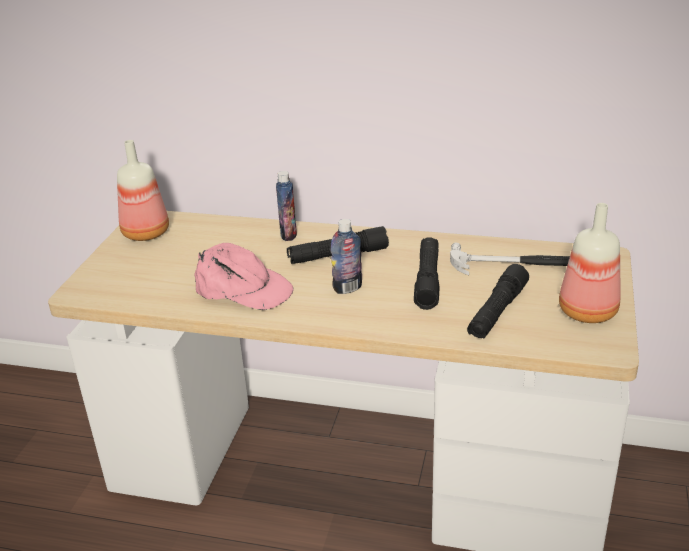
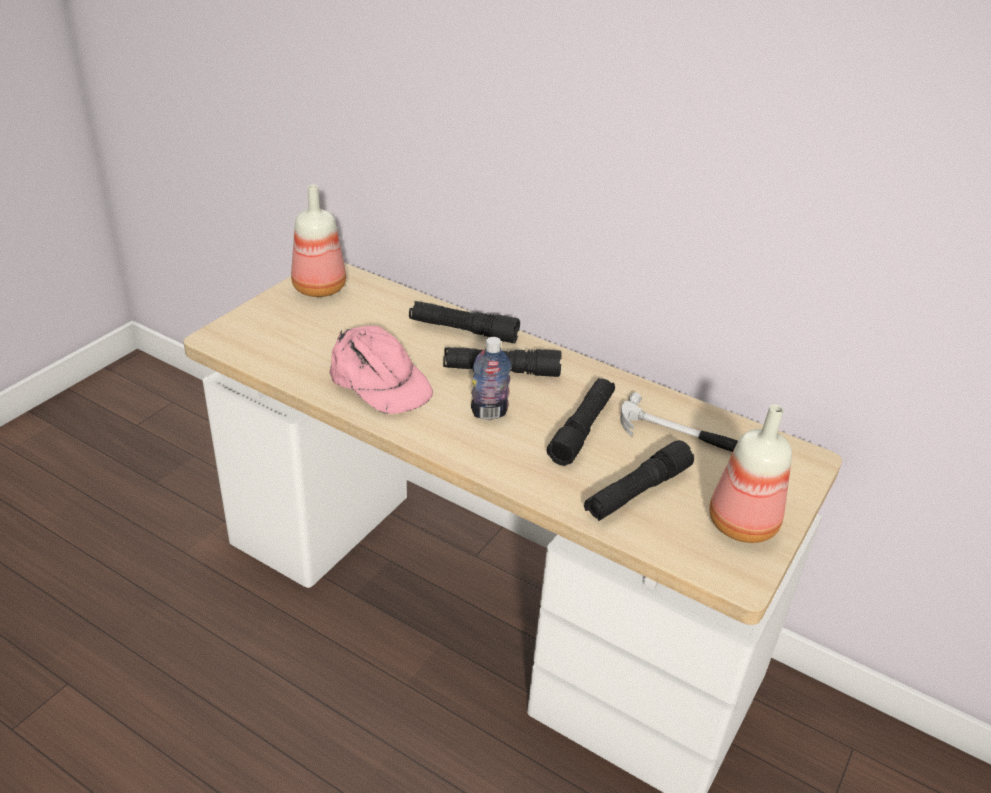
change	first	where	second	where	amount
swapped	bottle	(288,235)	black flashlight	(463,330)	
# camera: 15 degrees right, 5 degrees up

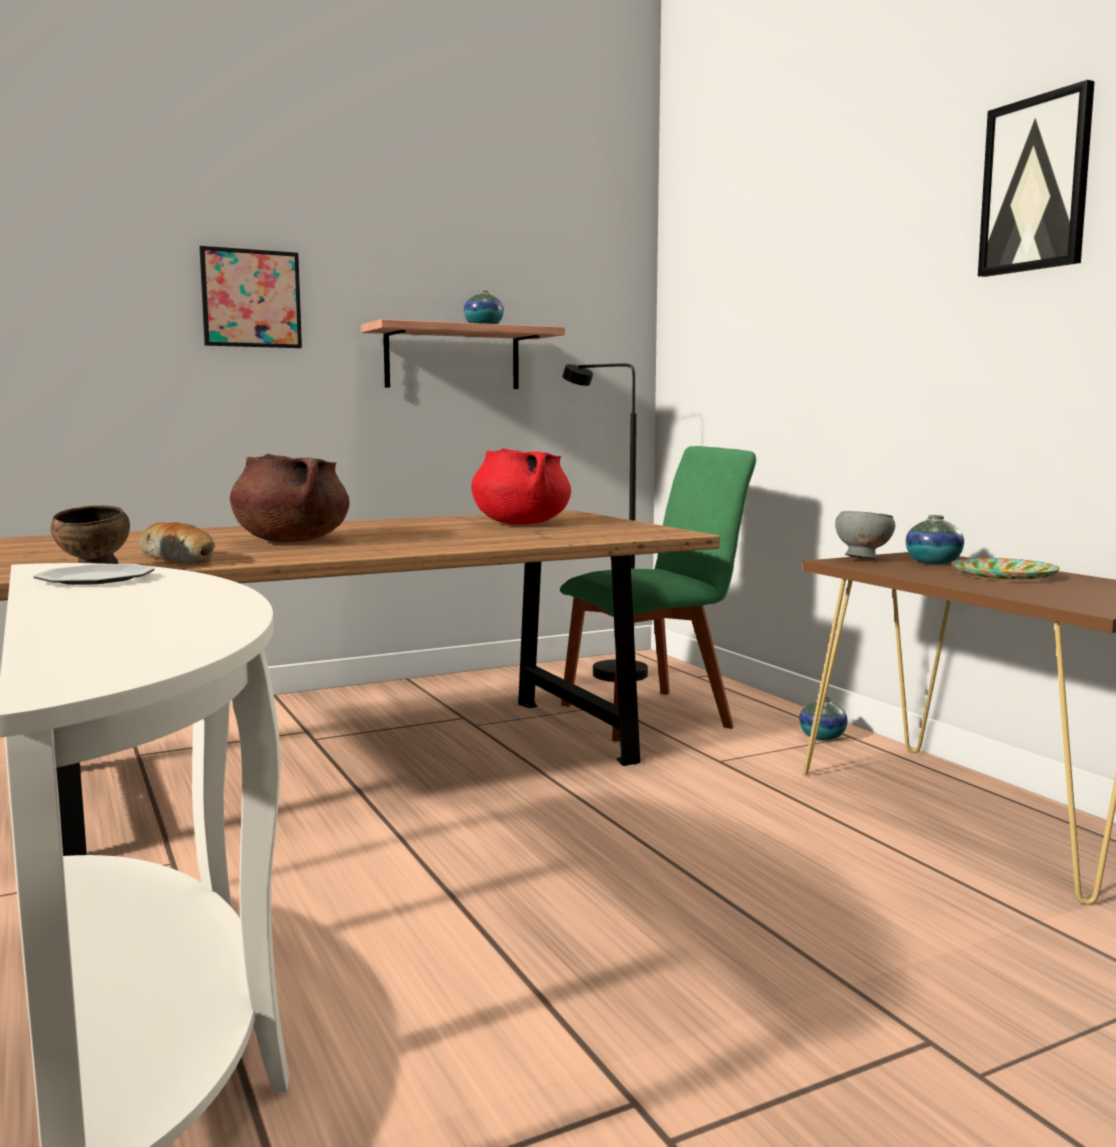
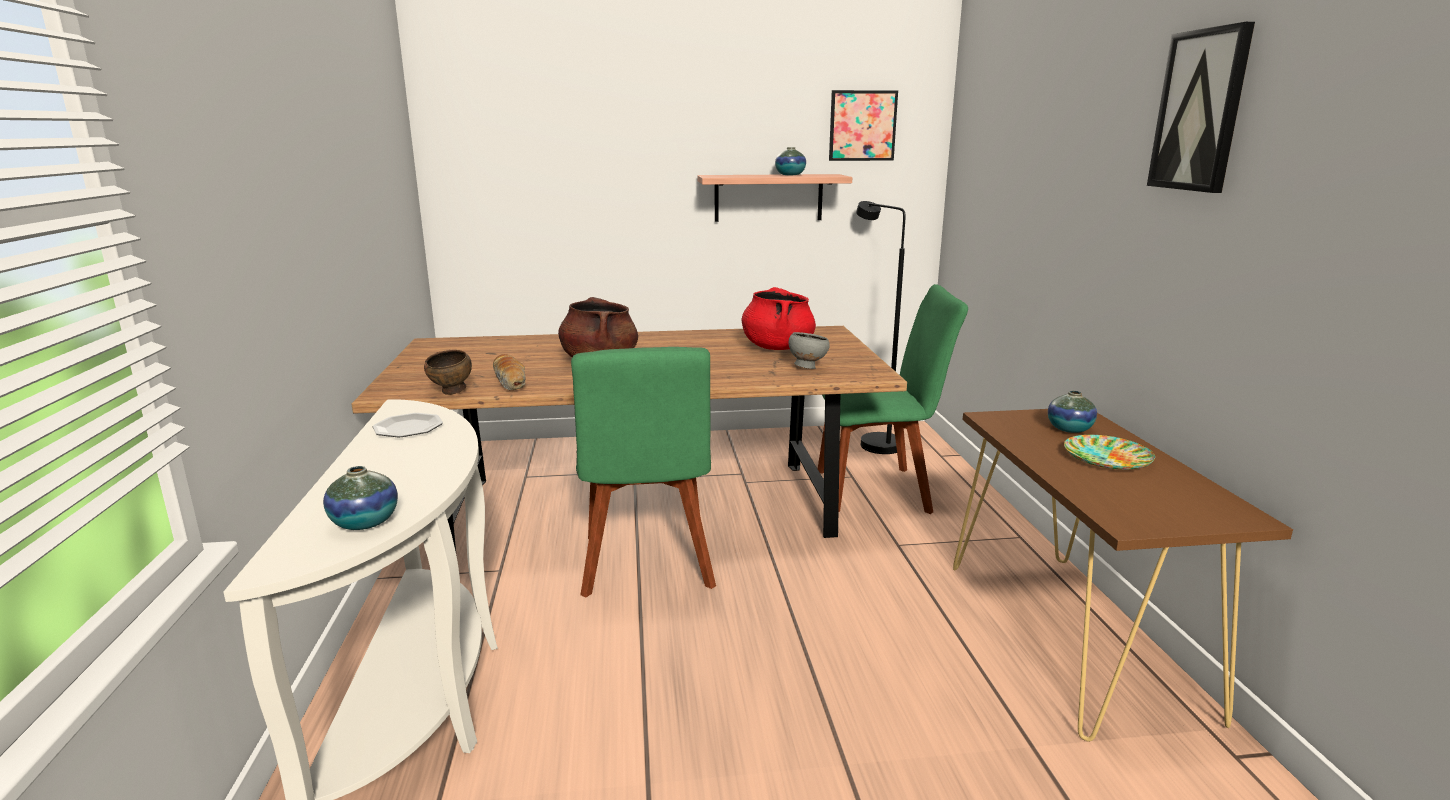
change	first	where	second	where	amount
new			green chair	(647,566)	
shifted	picture	(251,298)		(862,126)	
shifted	vase	(822,737)		(365,522)	
shifted	grey bowl	(862,559)		(807,367)	
# camera: 20 degrees right, 10 degrees up

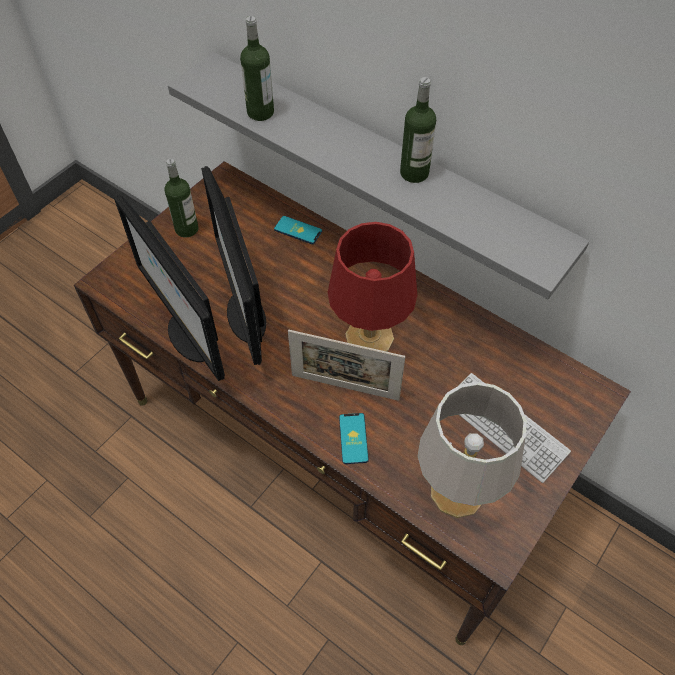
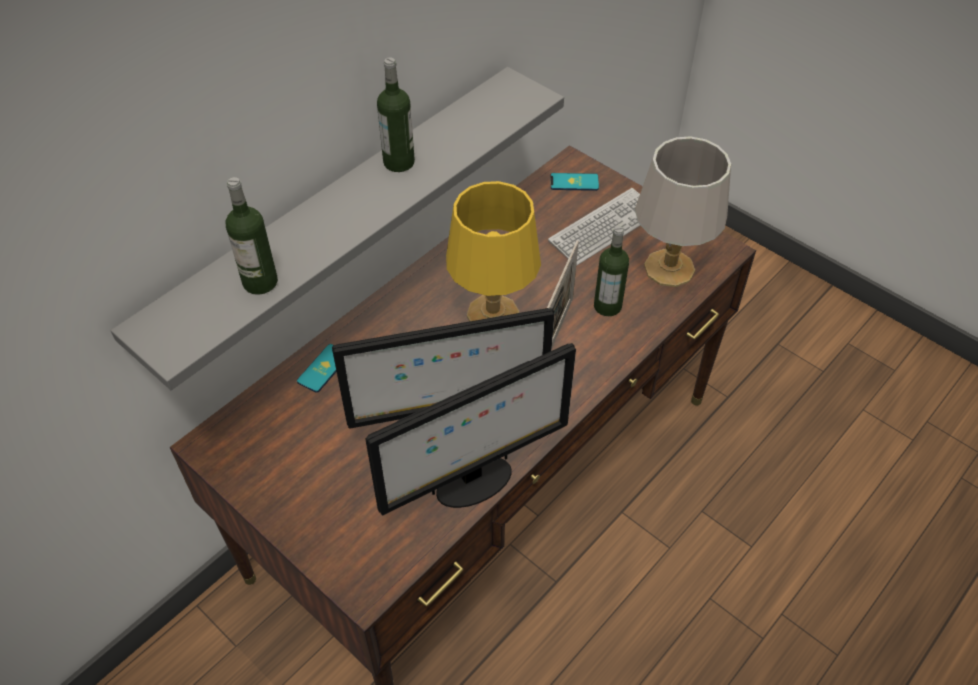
change	first	where	second	where	amount
shifted	bottle	(186,229)		(607,306)	
shifted	phone	(353,438)		(574,182)	
repainted	red table lamp	(368,337)	yellow table lamp	(493,315)	
# camera: 85 degrees left, 5 degrees down

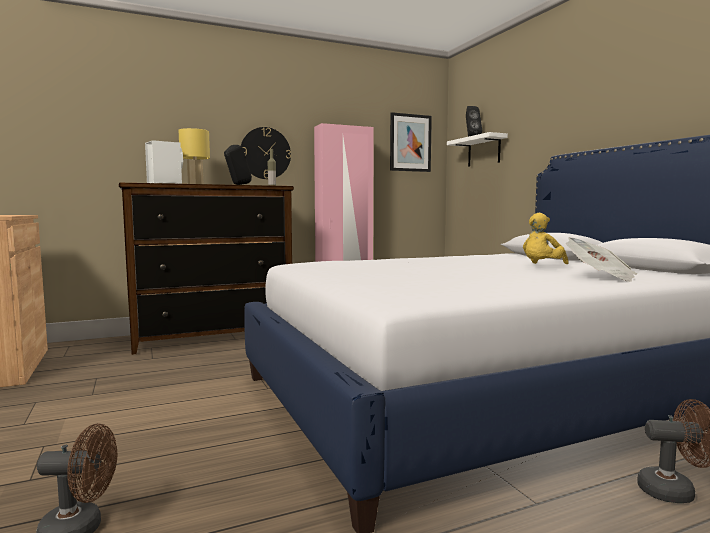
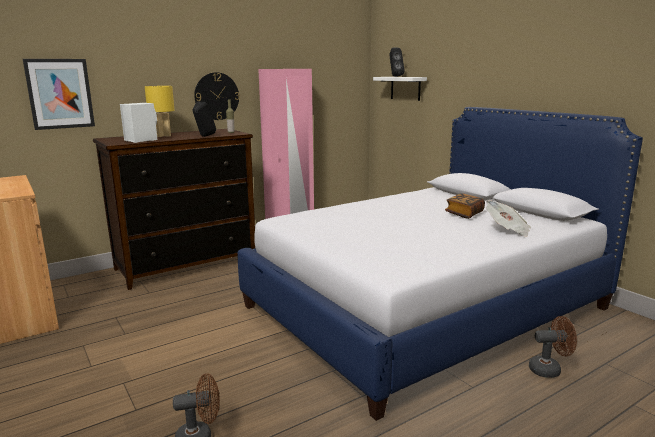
change	first	where	second	where	amount
shifted	picture	(410,143)		(60,94)	
swapped	yellow plush toy	(541,266)	book	(464,214)	
# camera: 10 degrees left, 10 degrees up

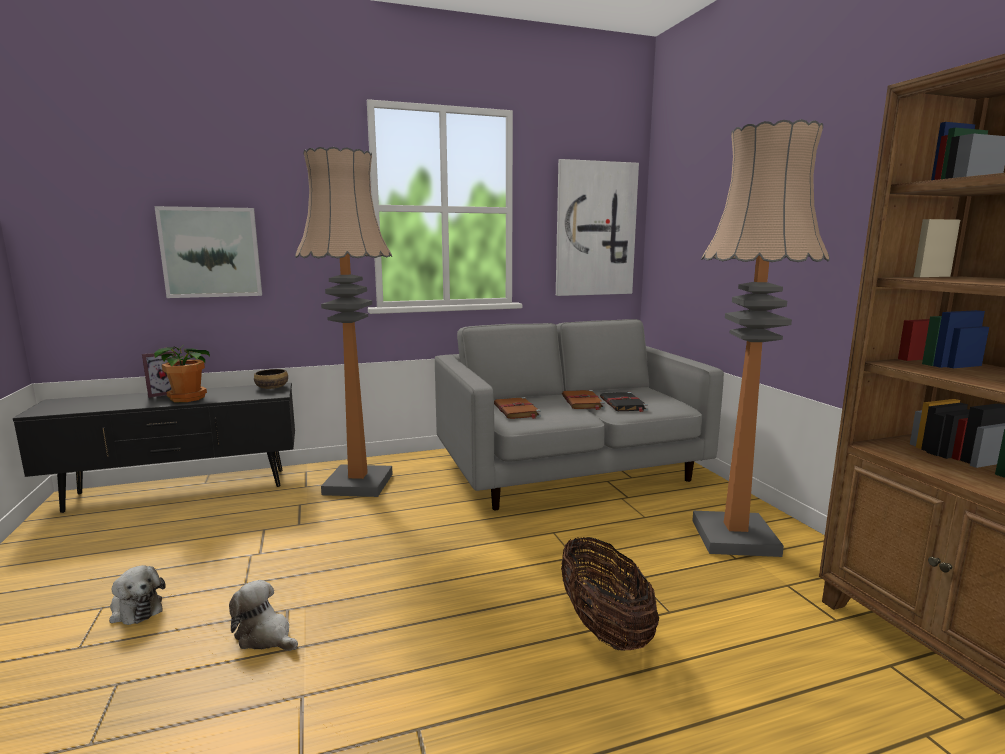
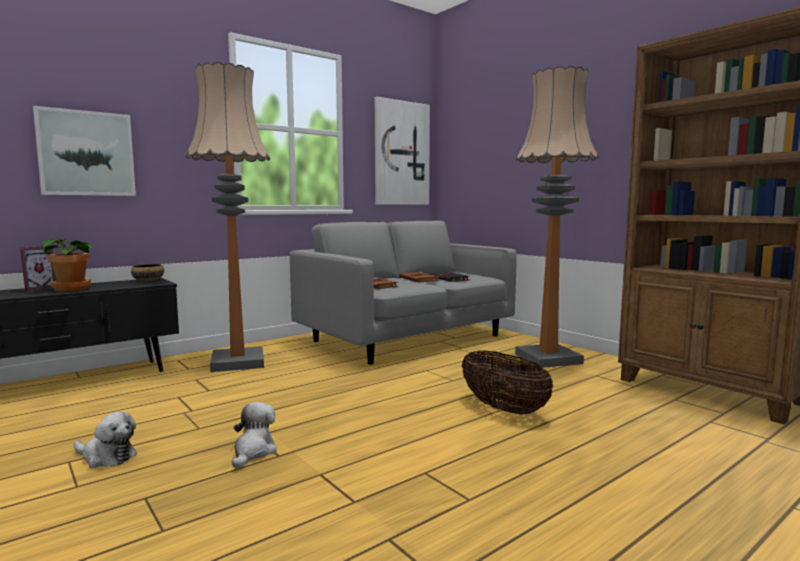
change	first	where	second	where	amount
rotated	plush toy	(265,636)		(253,452)	90 degrees clockwise
# camera: 20 degrees left, 5 degrees down

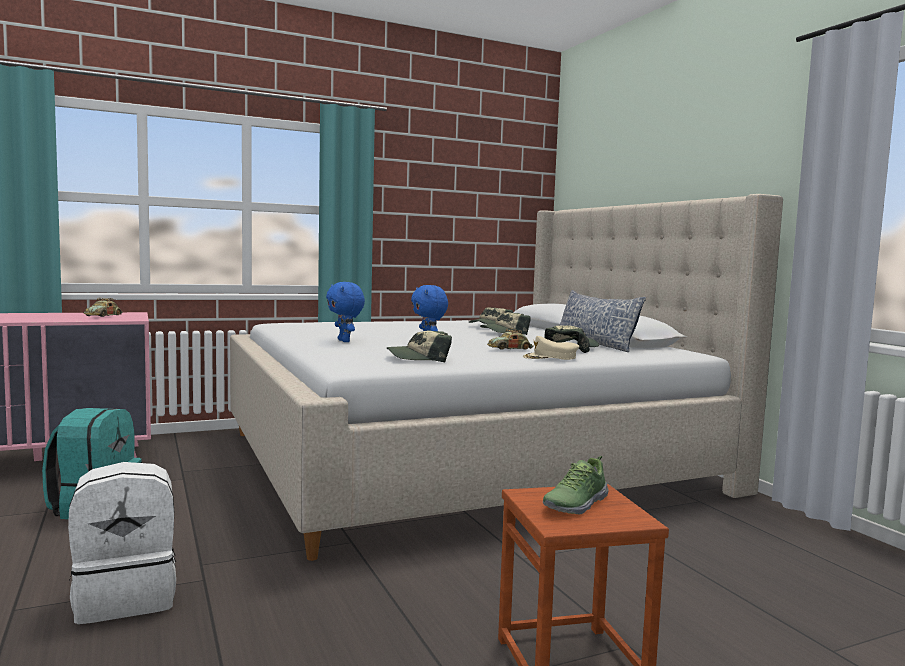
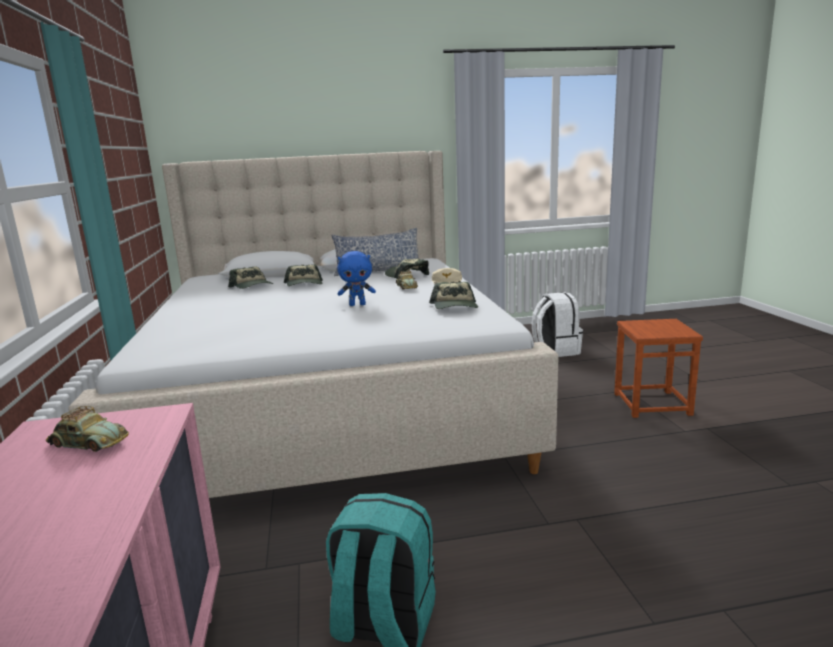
change	first	where	second	where	amount
gone	blue plush toy	(345,341)			
gone	shoe	(575,503)			
shifted	white backpack	(127,597)		(555,350)	
# camera: 75 degrees left, 10 degrees up

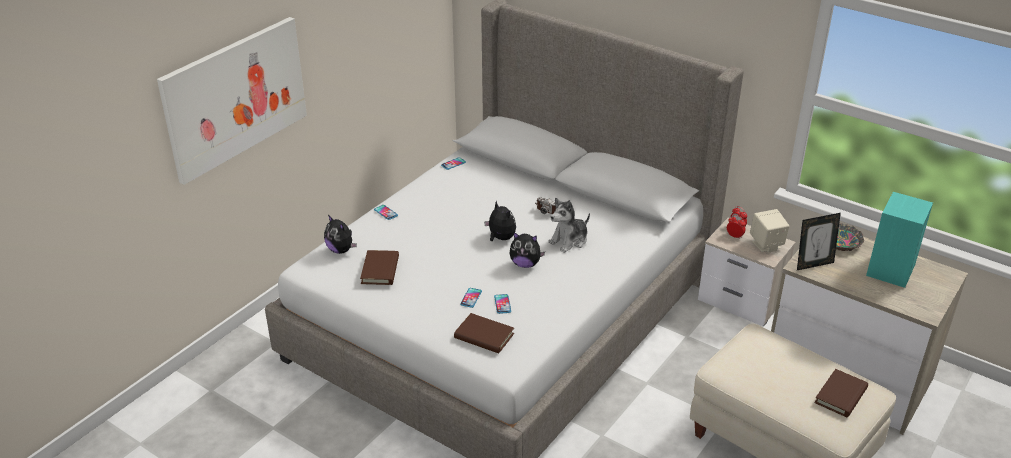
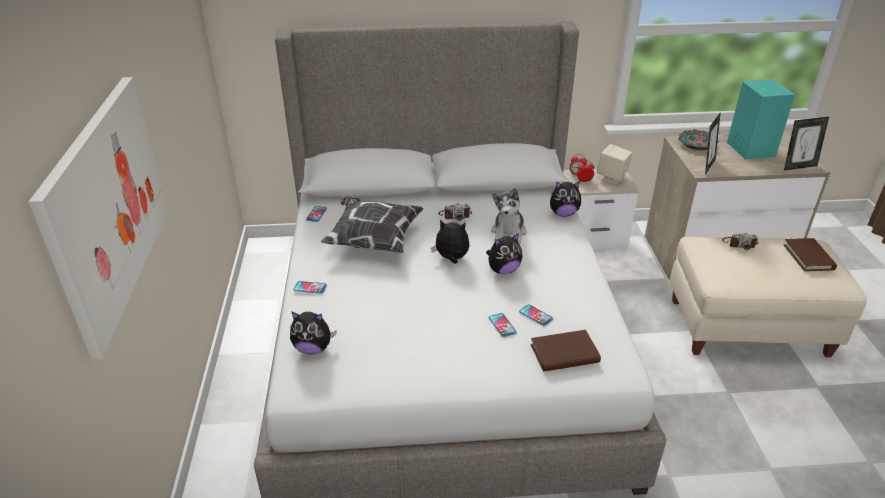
change	first	where	second	where	amount
gone	brown book	(380,270)			
new			pillow	(373,240)	
new			plush toy	(563,213)	
new			photo camera	(739,244)	
new			picture frame	(798,166)	
# camera: 40 degrees left, 0 degrees up

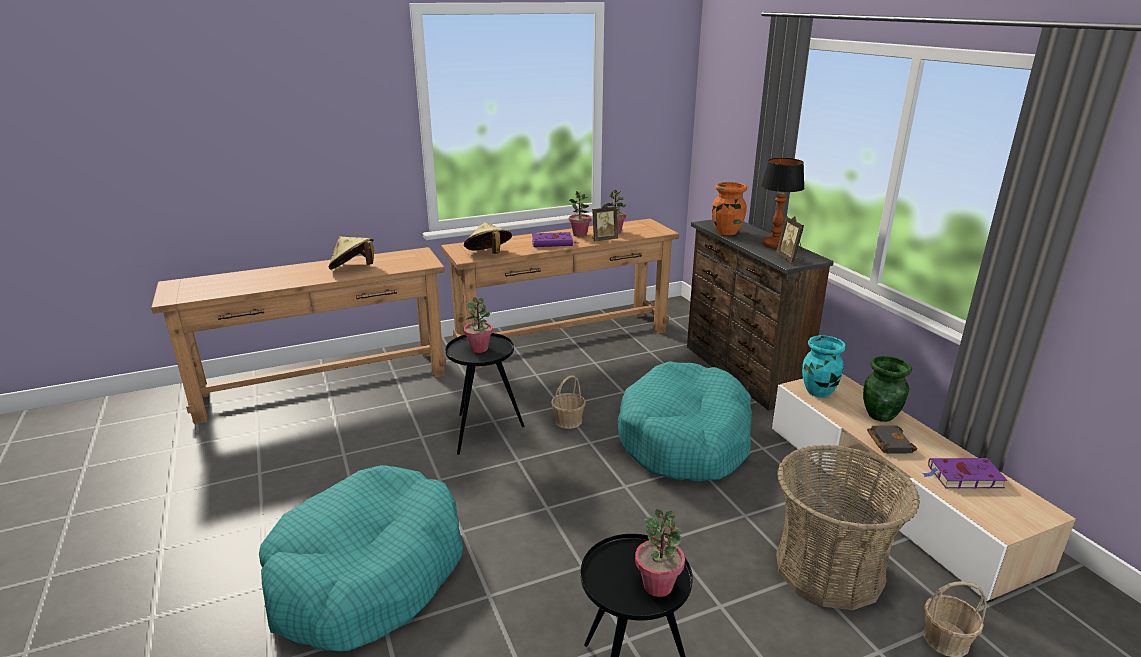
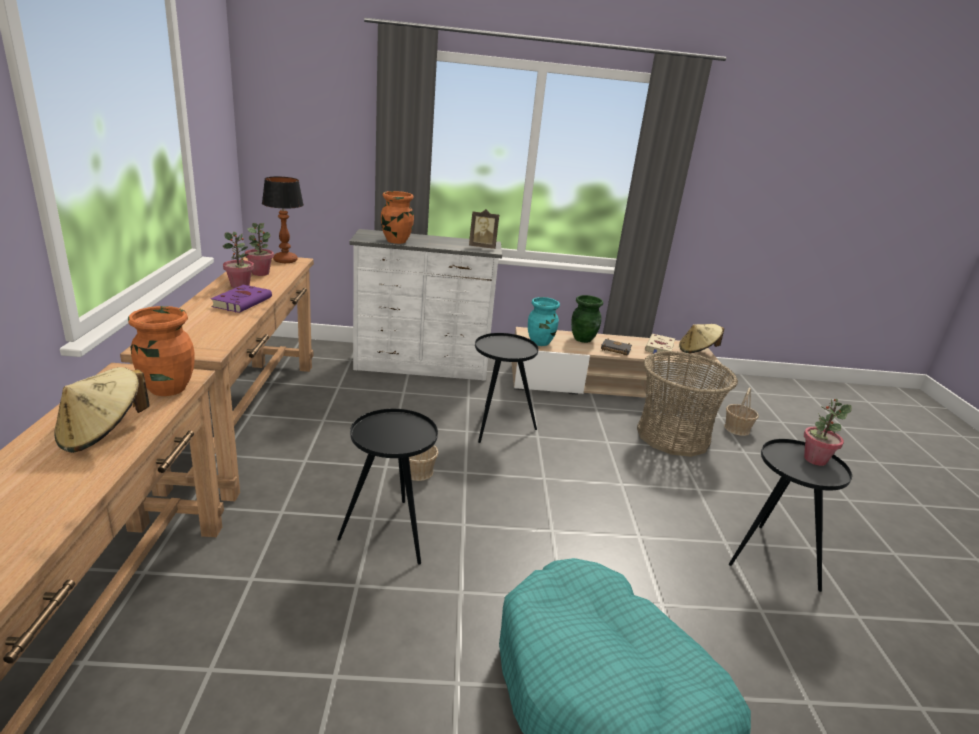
change	first	where	second	where	amount
gone	potted plant	(479,348)			
gone	picture frame	(603,239)			
new			orange vase	(167,388)	
shifted	beige hat	(488,255)		(697,351)	
shifted	table lamp	(775,245)		(285,260)	
swapped	turquoise dog bed	(685,439)	black side table	(497,426)	
repainted	brown dresser	(741,373)	white dresser	(422,367)	
repainted	purple book	(963,477)	beige book	(659,348)	
# camera: 70 degrees left, 0 degrees up

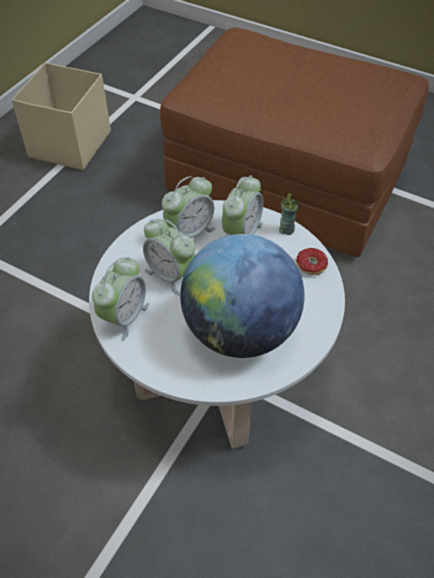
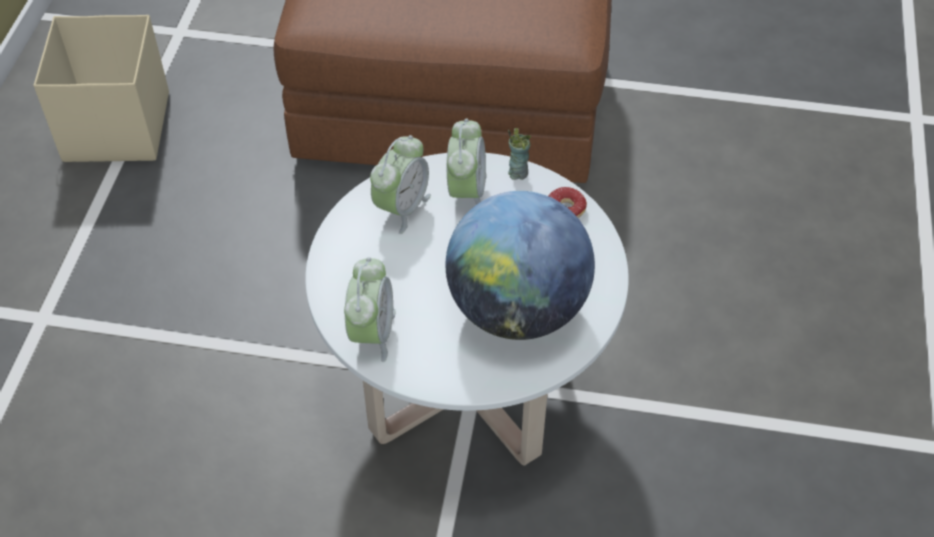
change	first	where	second	where	amount
gone	alarm clock	(171,275)			
# camera: 20 degrees left, 0 degrees up

